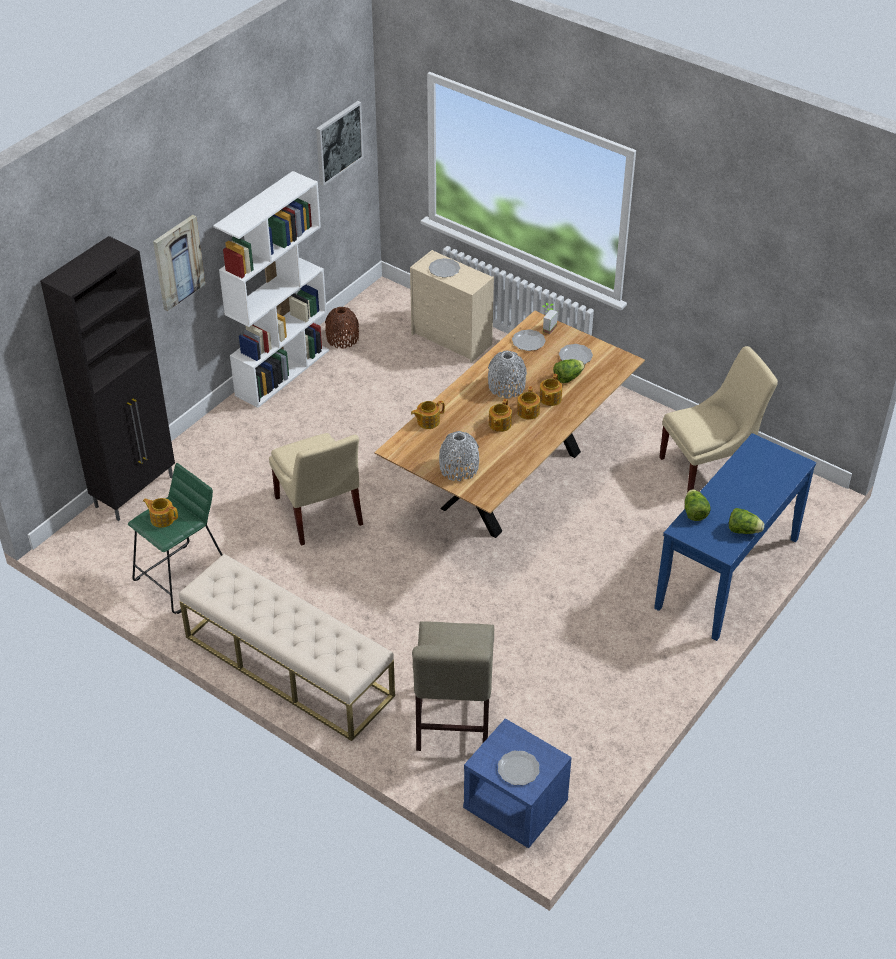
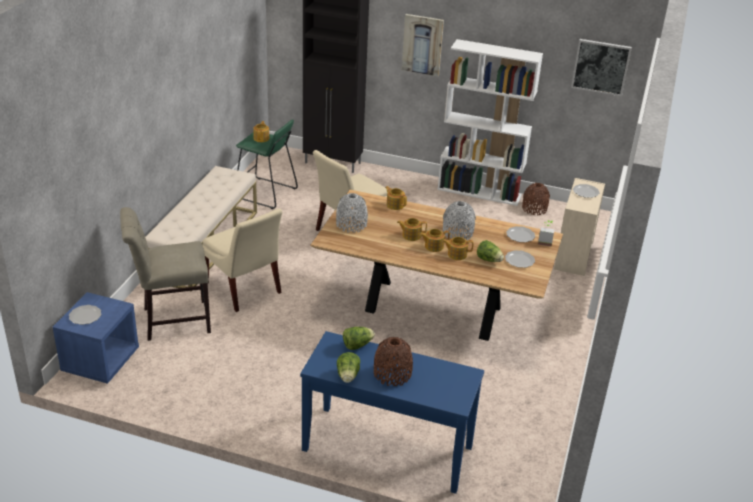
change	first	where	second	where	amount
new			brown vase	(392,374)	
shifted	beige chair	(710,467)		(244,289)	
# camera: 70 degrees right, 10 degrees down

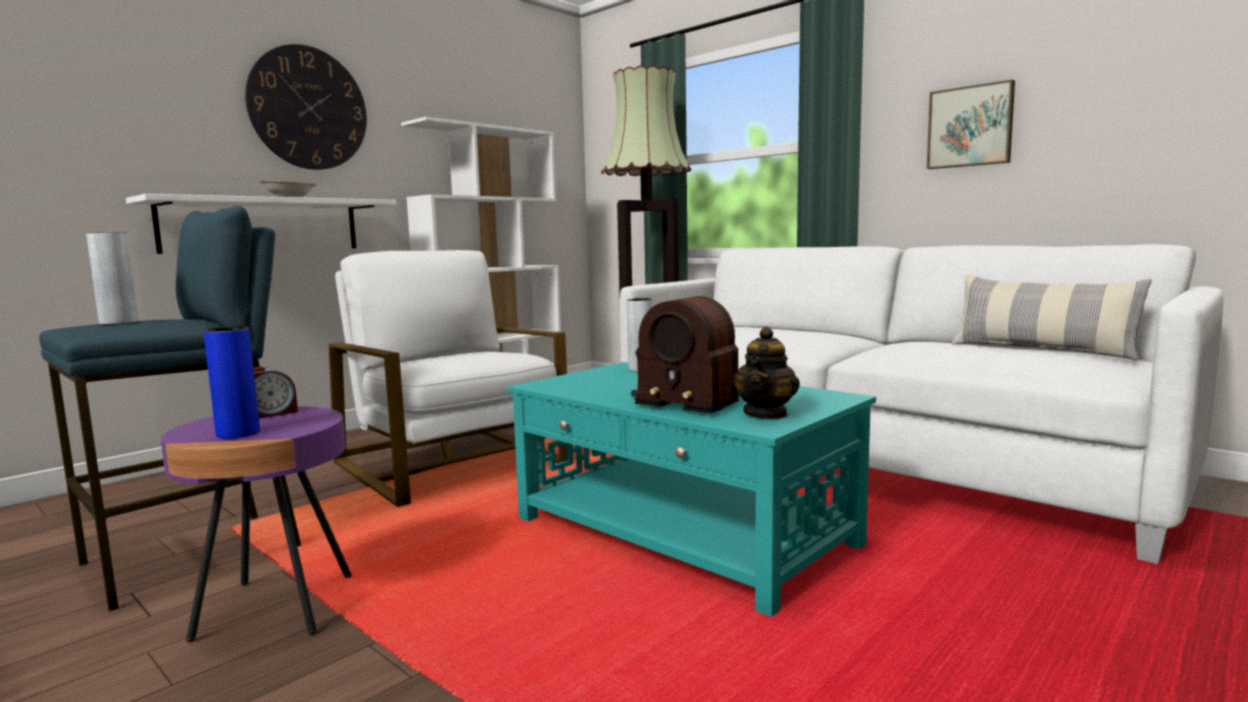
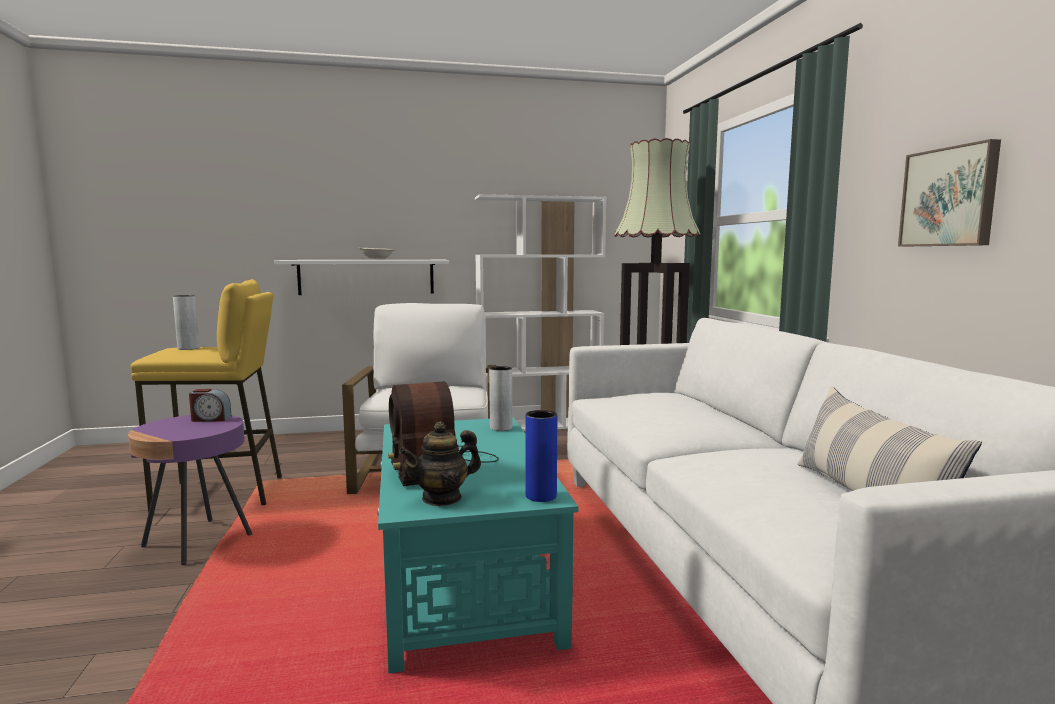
change	first	where	second	where	amount
gone	wall clock	(308,108)			
shifted	blue vase	(238,433)		(541,496)	
repainted	blue stool	(194,556)	yellow stool	(221,495)	
# camera: 35 degrees right, 0 degrees up

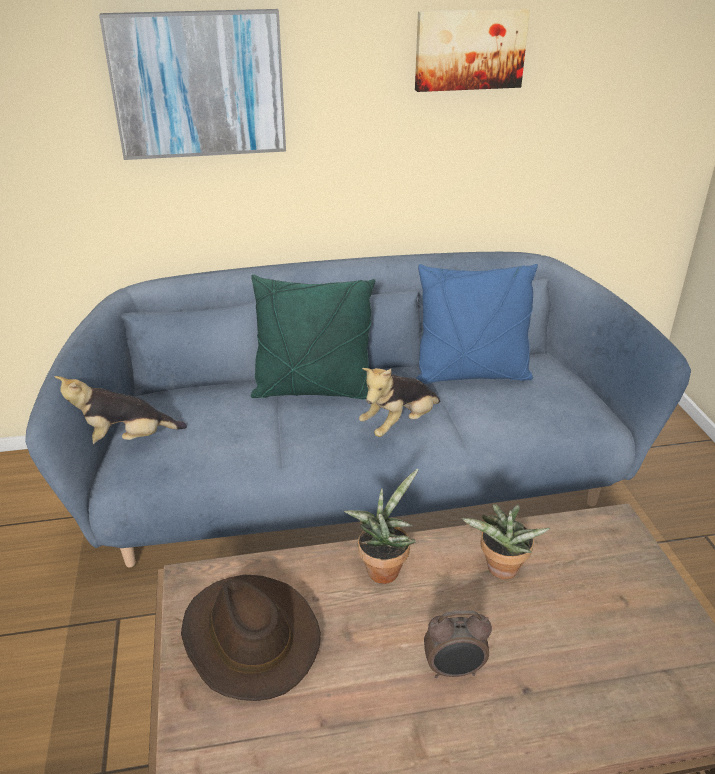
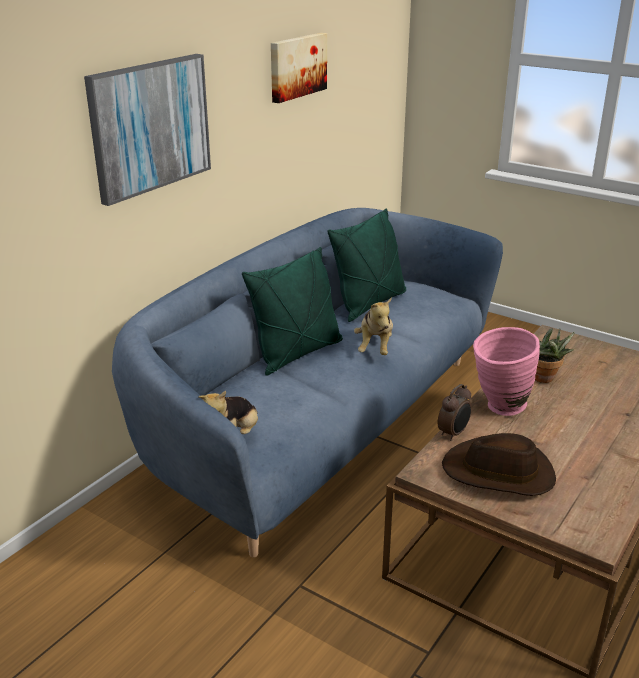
change	first	where	second	where	amount
shifted	alarm clock	(454,670)		(453,433)	
swapped	potted plant	(383,568)	pink vase	(498,408)	
repainted	blue pillow	(471,375)	green pillow	(369,304)	
# camera: 45 degrees left, 5 degrees down

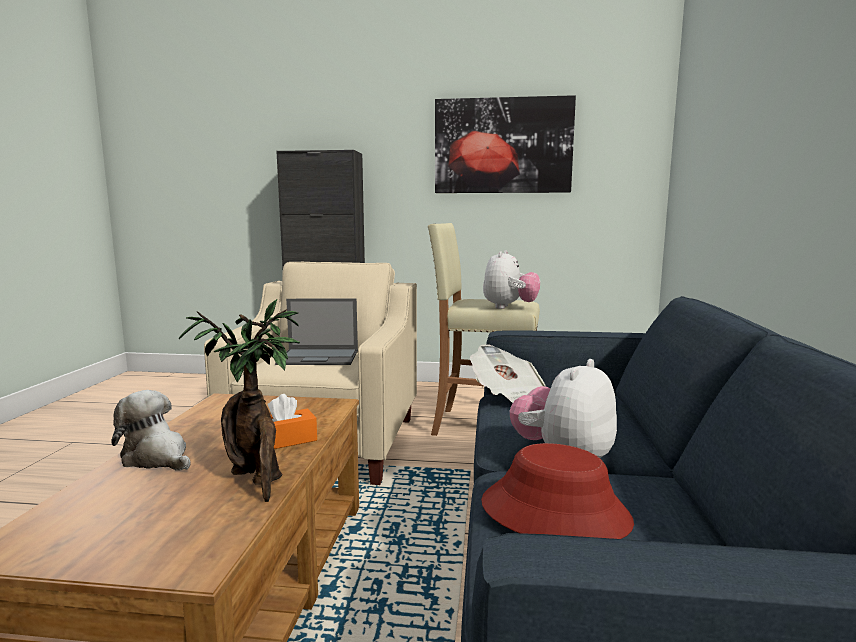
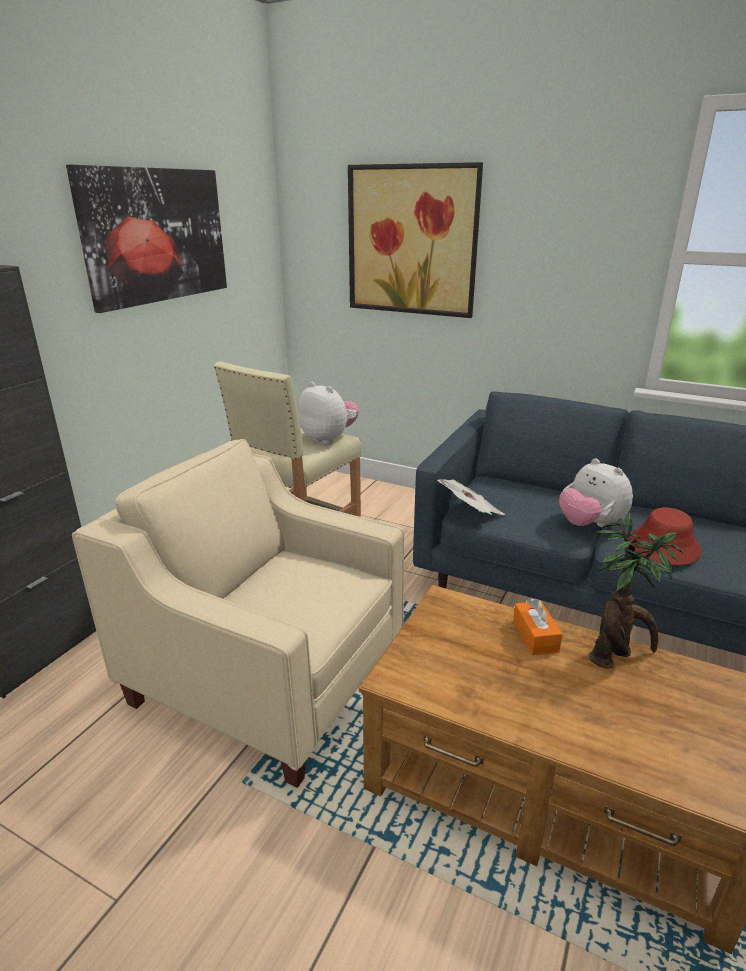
change	first	where	second	where	amount
gone	plush toy	(157,458)			
gone	laptop	(319,357)			
new			picture	(412,241)	
# camera: 70 degrees left, 15 degrees up

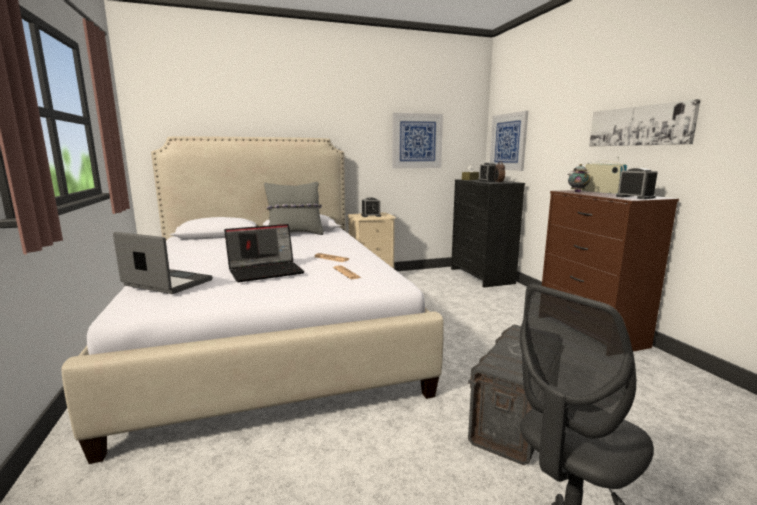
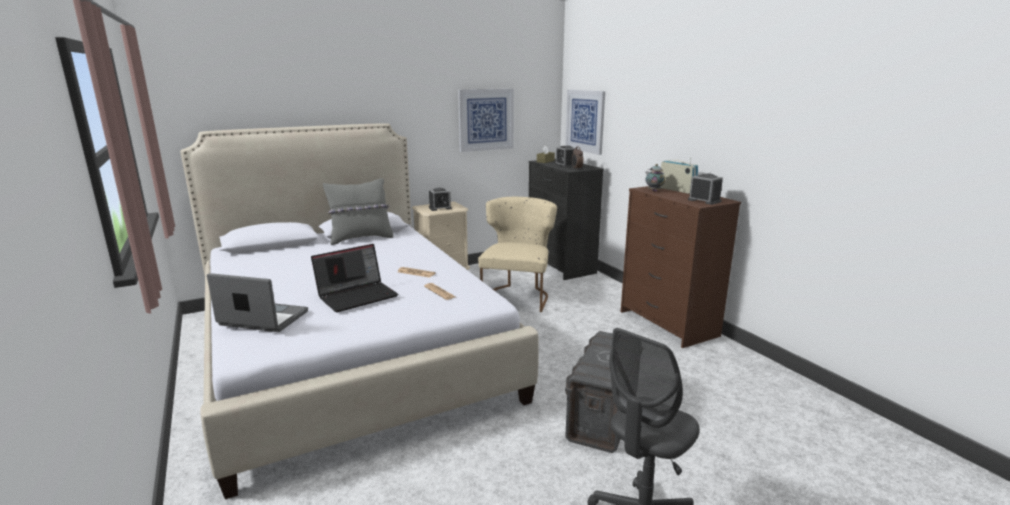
change	first	where	second	where	amount
gone	picture	(639,126)			
new			beige chair	(518,296)	
# camera: 10 degrees left, 5 degrees up

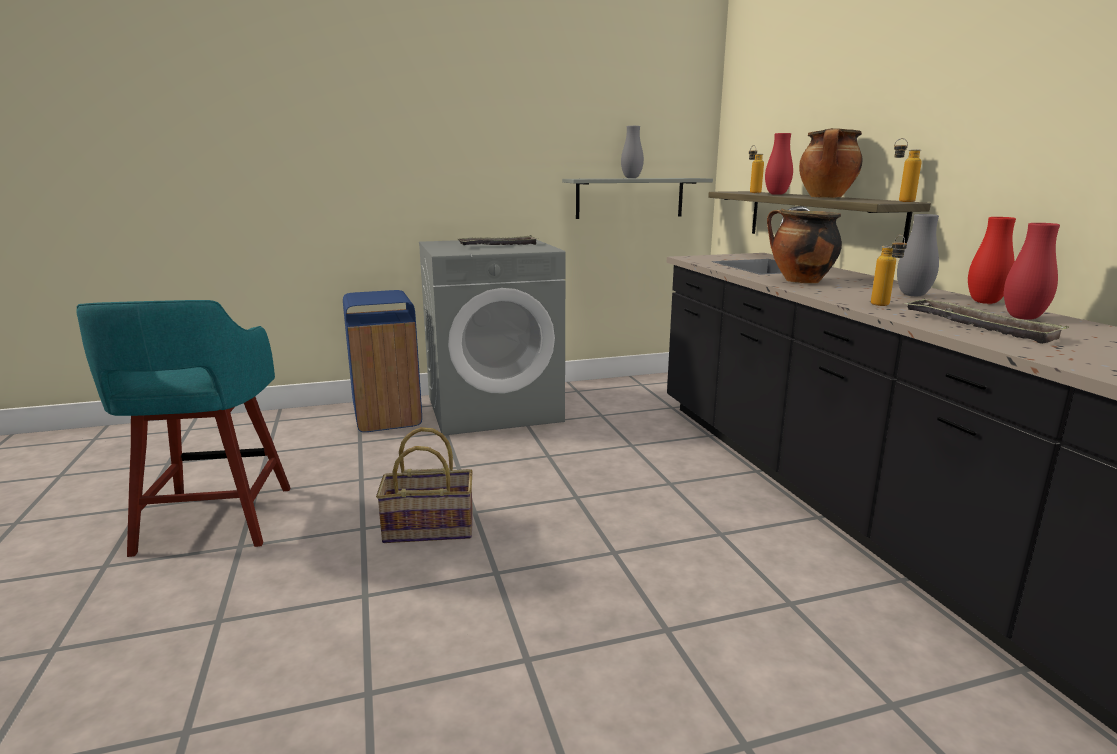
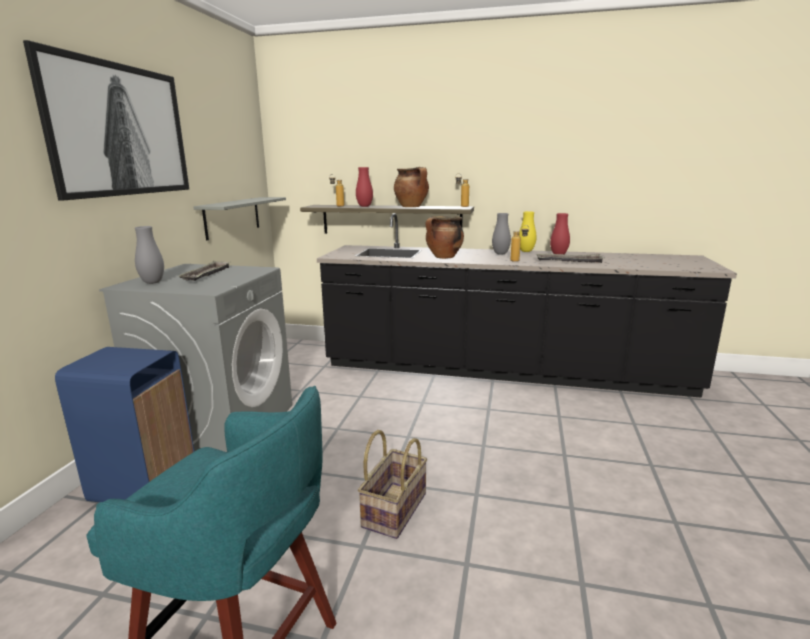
change	first	where	second	where	amount
new			picture	(119,130)	
shifted	grey vase	(631,178)		(152,282)	
repainted	red vase	(985,302)	yellow vase	(526,251)	
# camera: 60 degrees left, 0 degrees up

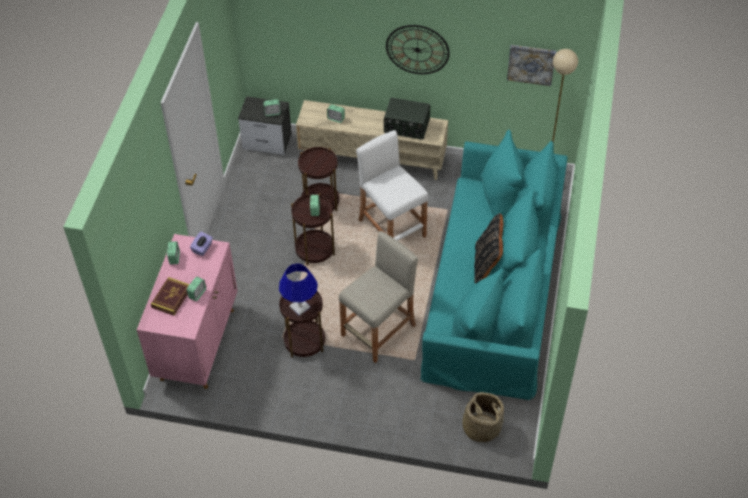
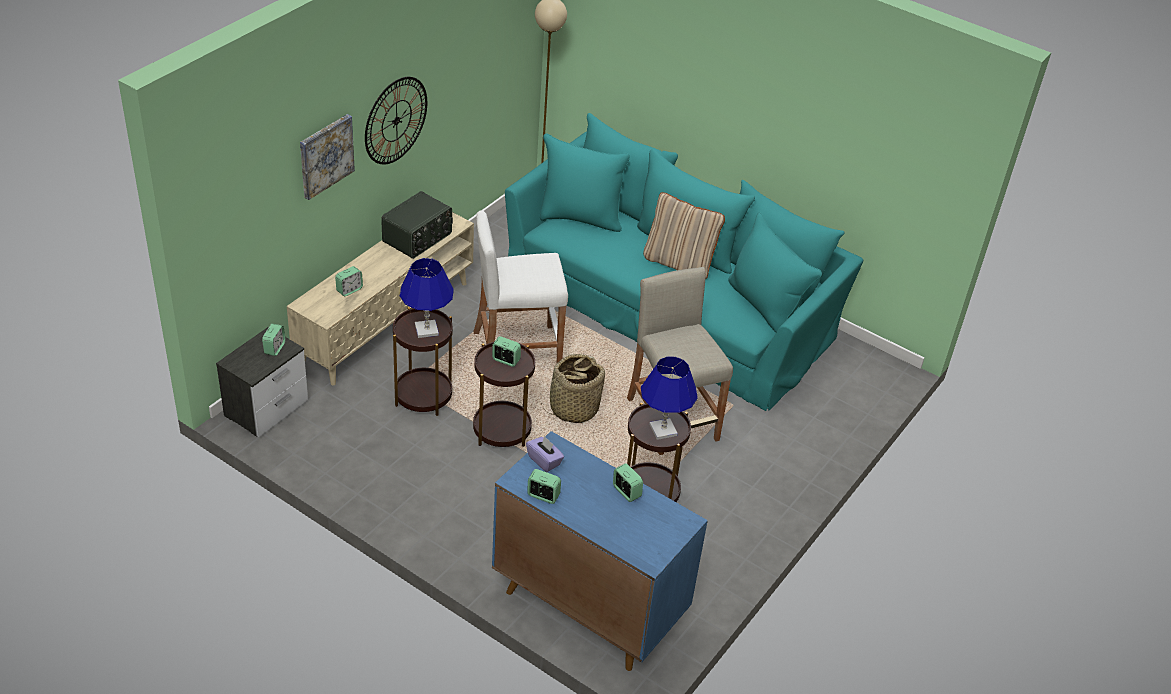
change	first	where	second	where	amount
gone	book	(171,297)			
new			blue table lamp	(426,330)	
shifted	basket	(481,427)		(573,408)	
shifted	picture	(531,64)		(325,155)	
repainted	pink cabinet	(197,343)	blue cabinet	(587,606)	
repainted	black pillow	(486,265)	beige pillow	(679,263)	
# camera: 70 degrees left, 10 degrees down

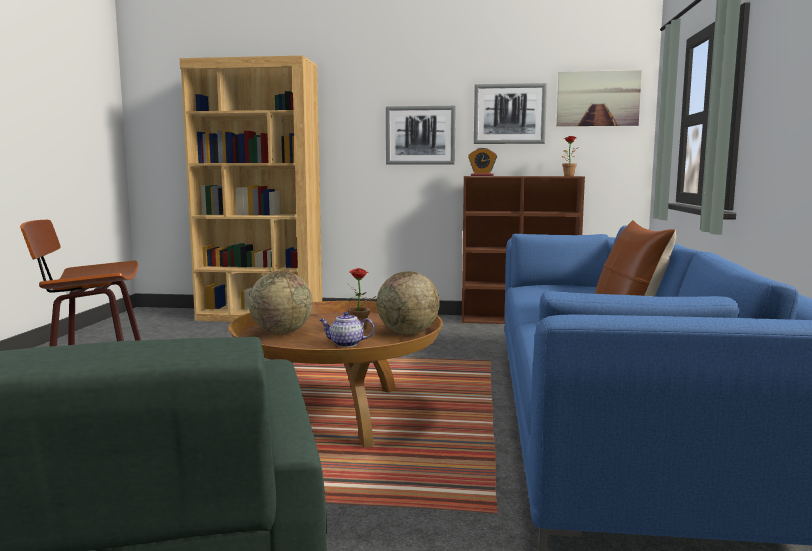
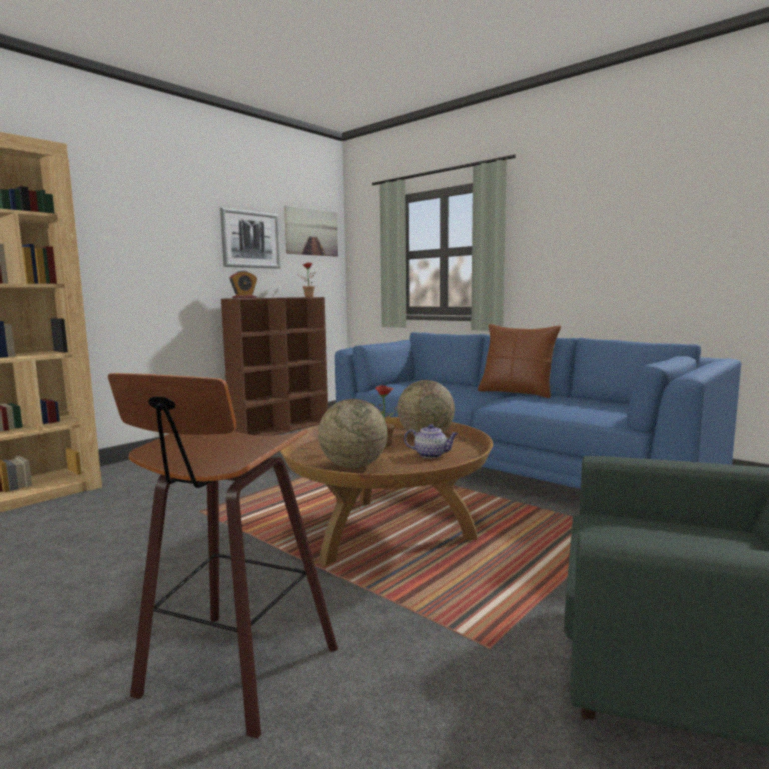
change	first	where	second	where	amount
gone	picture	(420,135)			
rotated	teapot	(346,344)		(431,455)	120 degrees counterclockwise
# camera: 55 degrees left, 0 degrees up

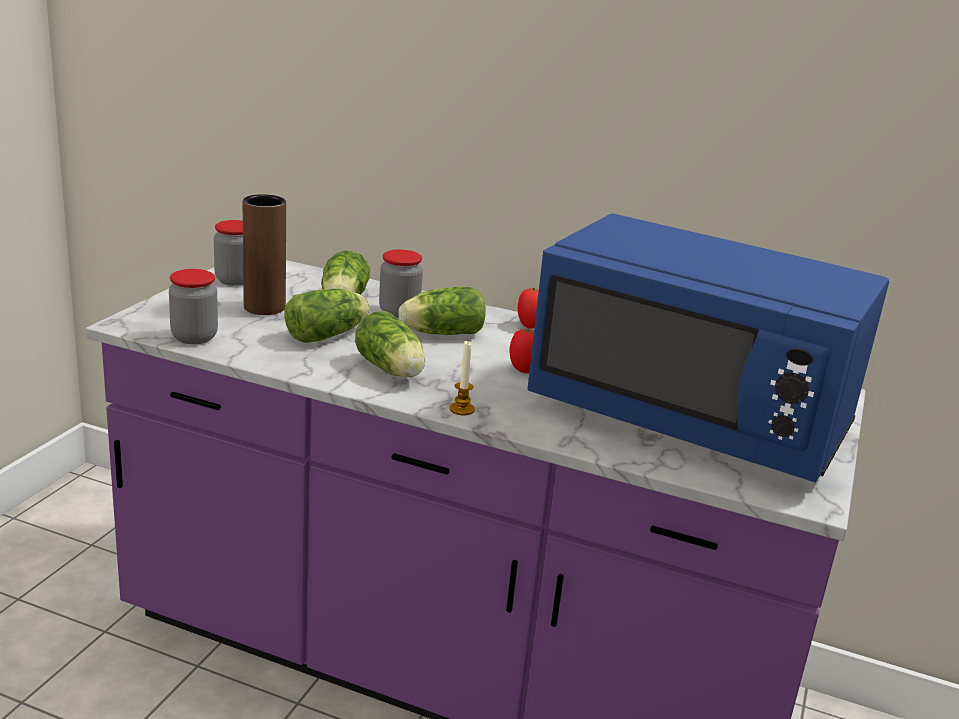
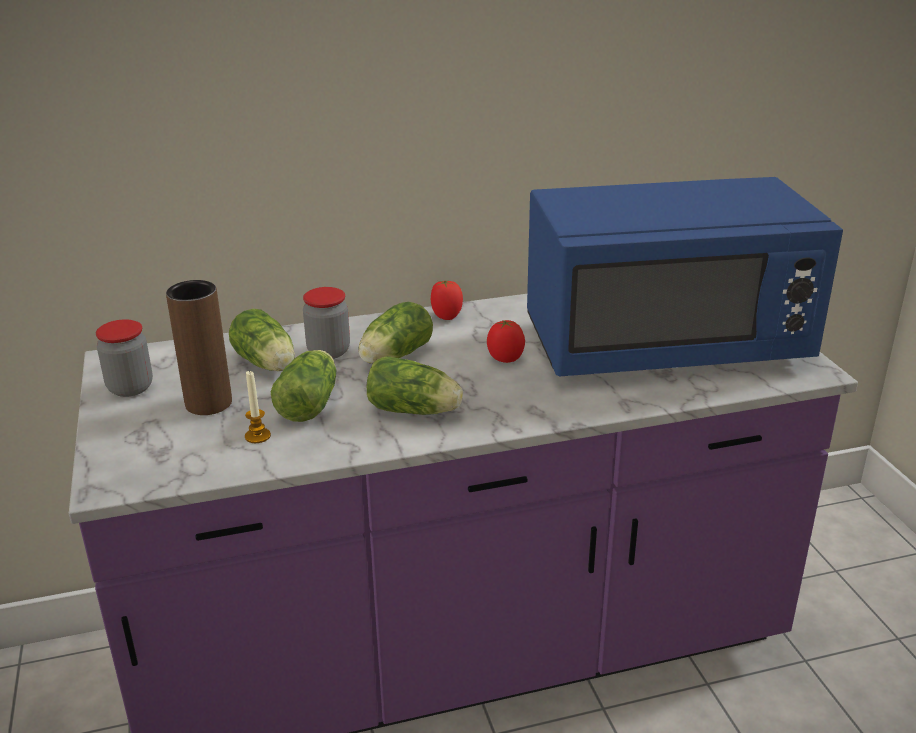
change	first	where	second	where	amount
gone	jar	(194,337)			
shifted	candle	(462,409)		(257,436)	
# camera: 35 degrees left, 5 degrees up

